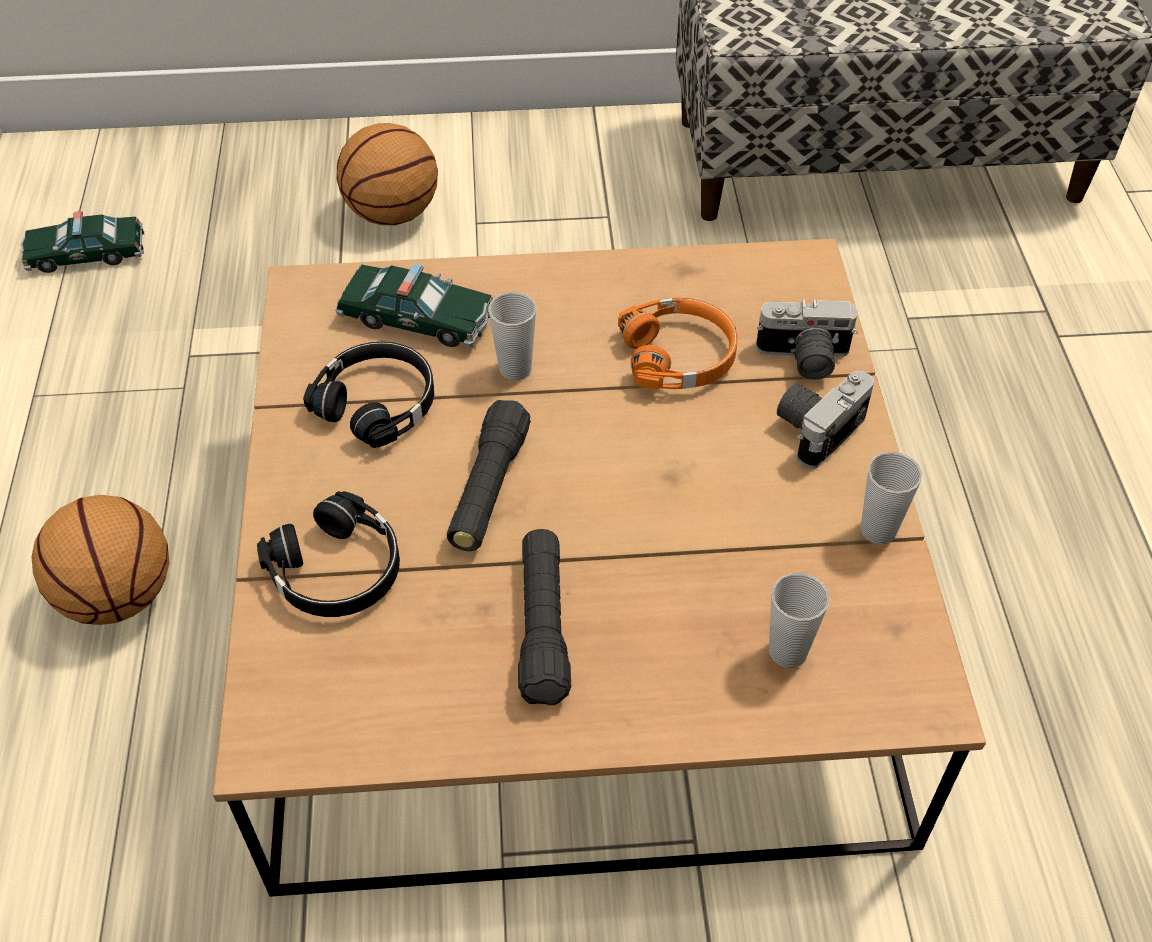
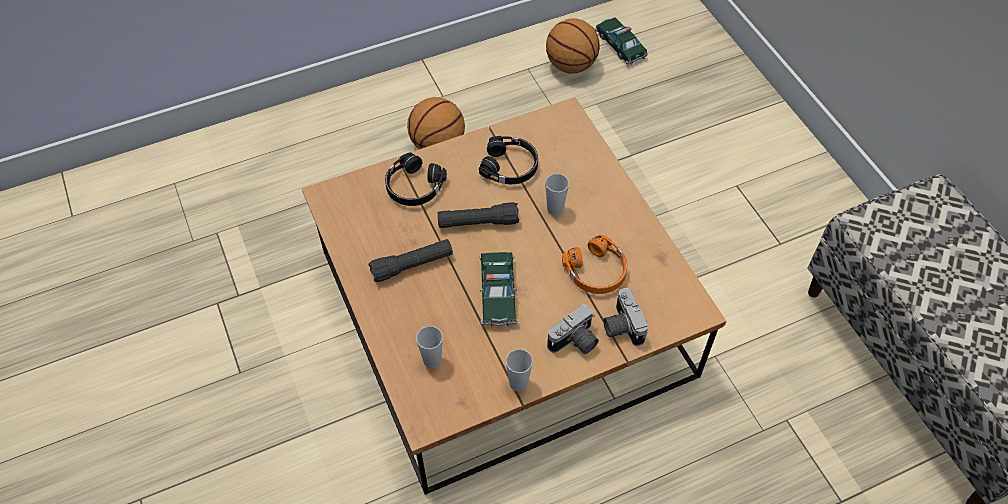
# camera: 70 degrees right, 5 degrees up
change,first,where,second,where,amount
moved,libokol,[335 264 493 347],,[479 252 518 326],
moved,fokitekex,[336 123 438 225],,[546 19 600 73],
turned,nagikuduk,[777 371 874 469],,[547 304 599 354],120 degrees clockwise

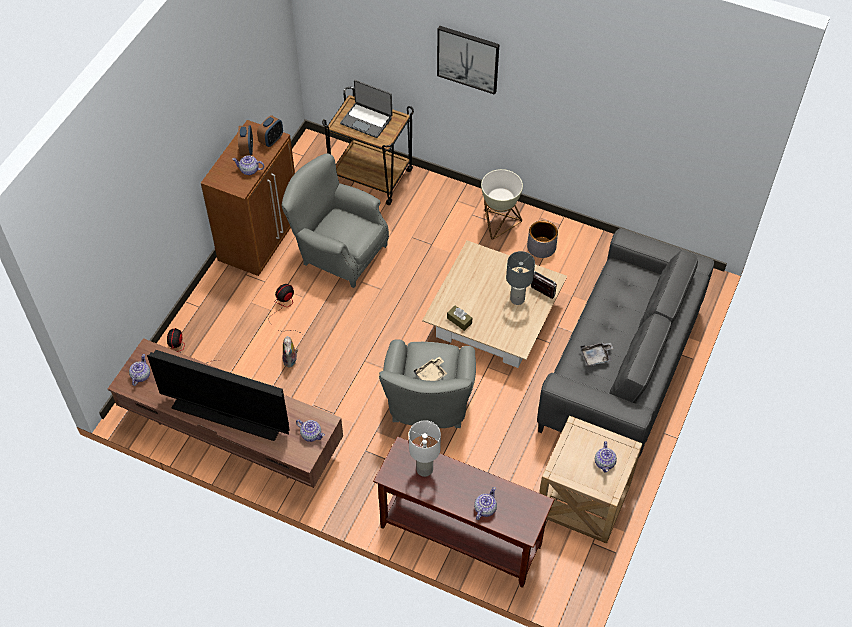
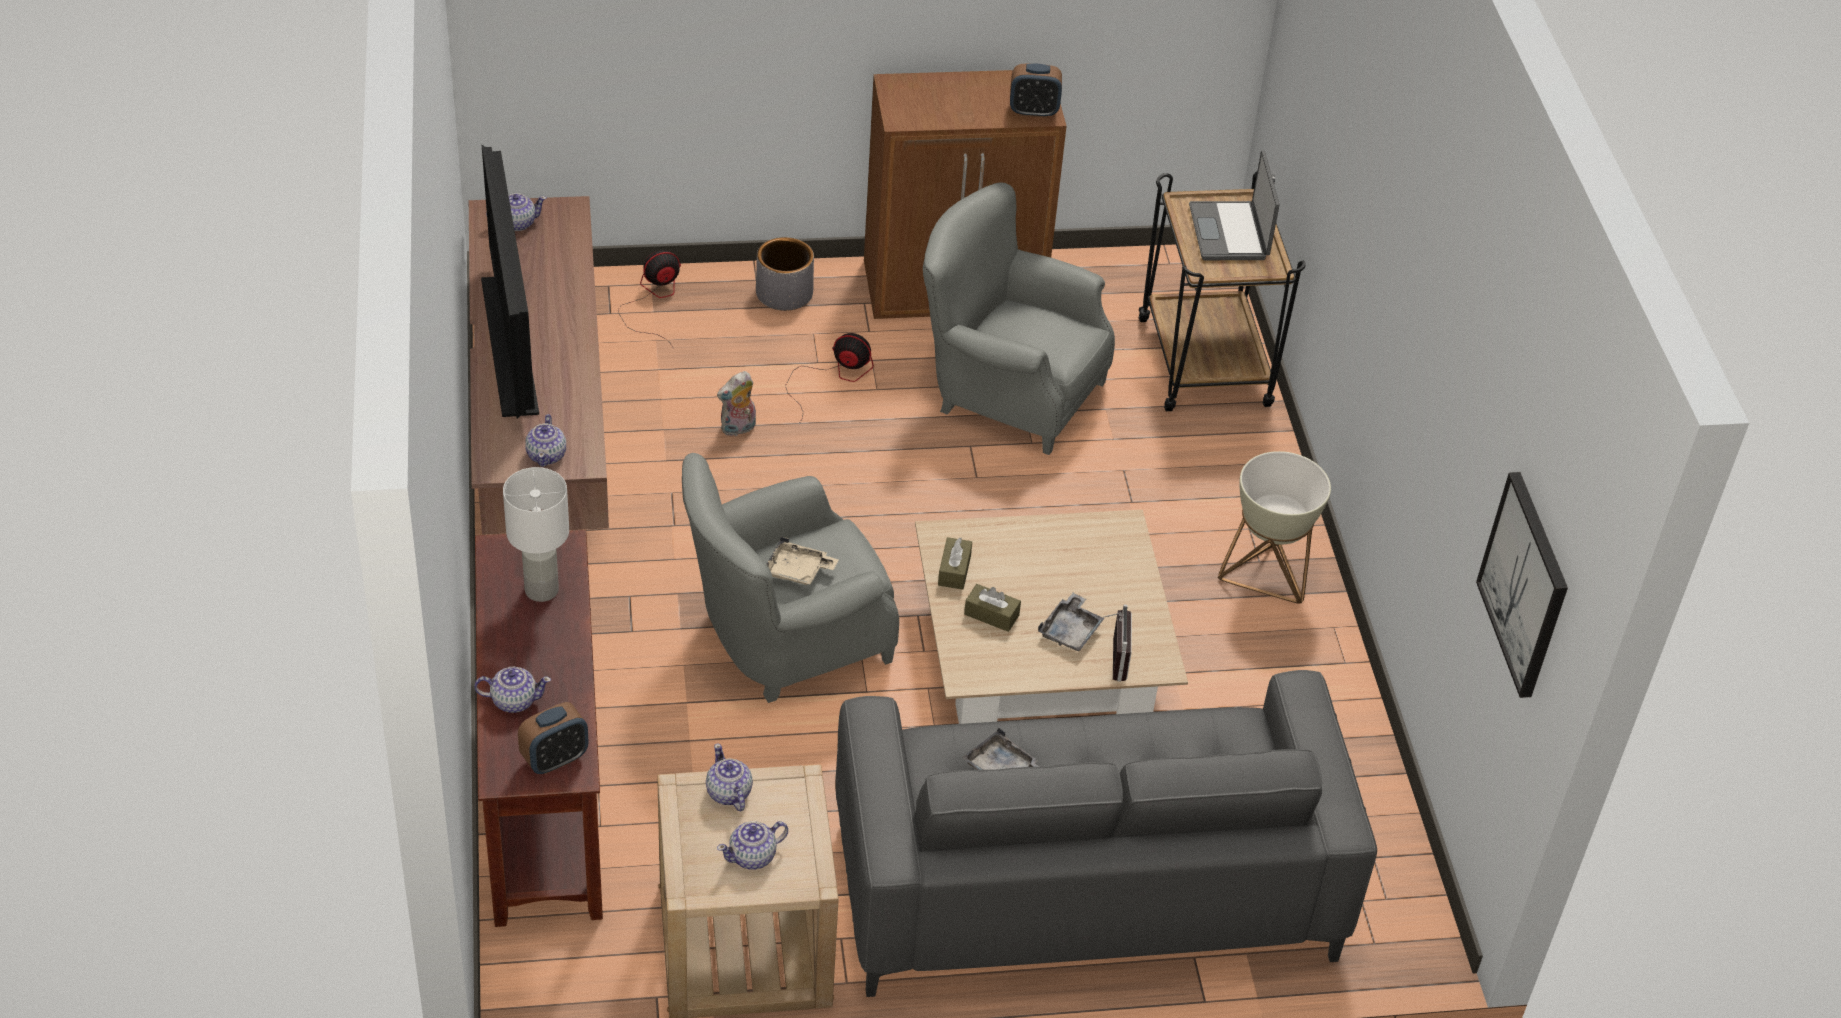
# camera: 55 degrees right, 10 degrees down
change,first,where,second,where,amount
moved,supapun,[232 155 264 175],,[706 744 753 811],
moved,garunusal,[238 125 253 156],,[518 702 589 774],
turned,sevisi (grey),[281 153 389 288],,[923 182 1115 455],60 degrees counterclockwise
moved,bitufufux,[437 26 499 95],,[1476 472 1568 698],
replaced,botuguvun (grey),[506 251 535 305],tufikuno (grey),[1038 593 1105 651],
moved,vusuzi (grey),[527 220 558 258],,[756 237 814 311],
added,,,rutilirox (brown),[964 584 1021 632],

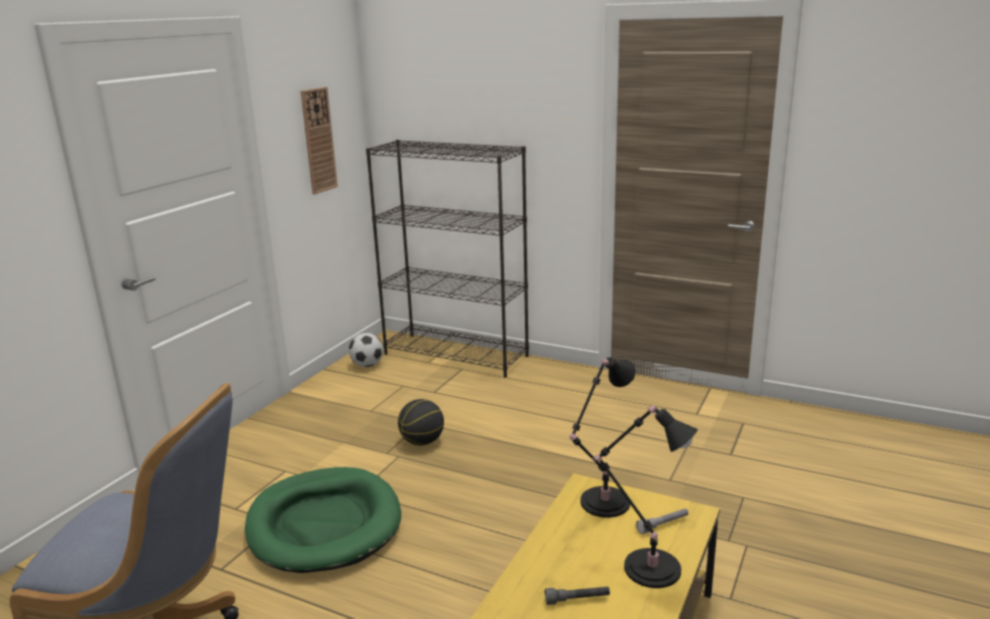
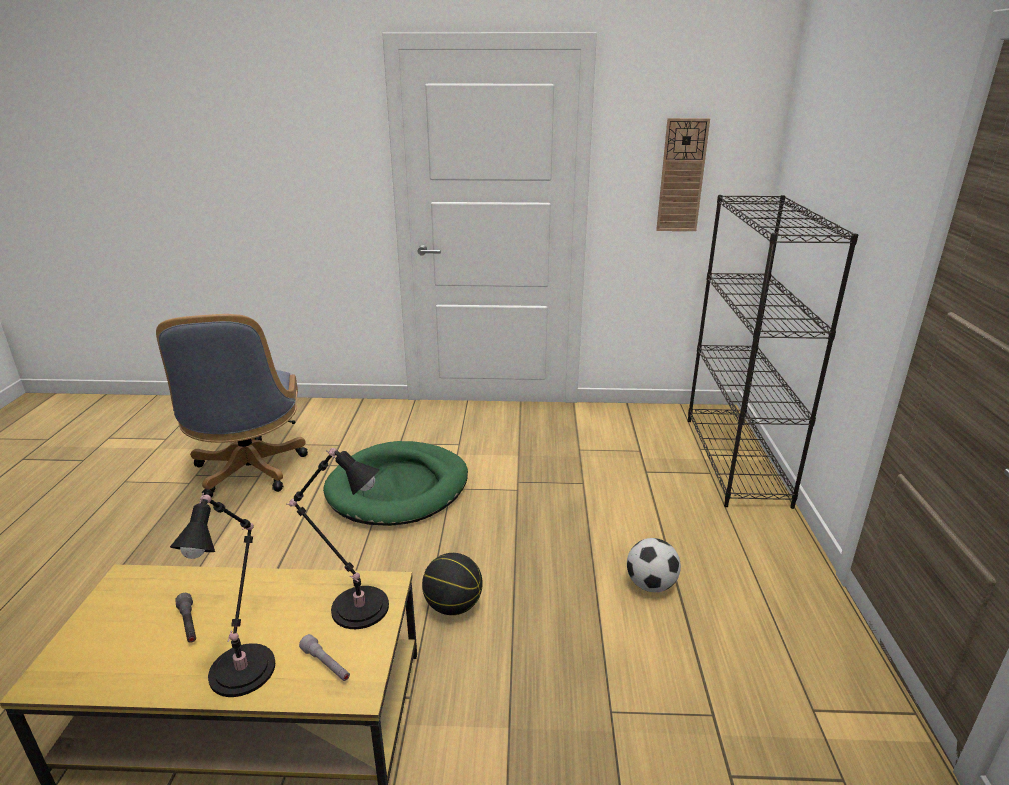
# camera: 65 degrees right, 5 degrees up
change,first,where,second,where,amount
moved,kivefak,[349 333 383 367],,[627 538 681 592],
moved,fokitekex,[398 399 444 446],,[422 553 483 615],

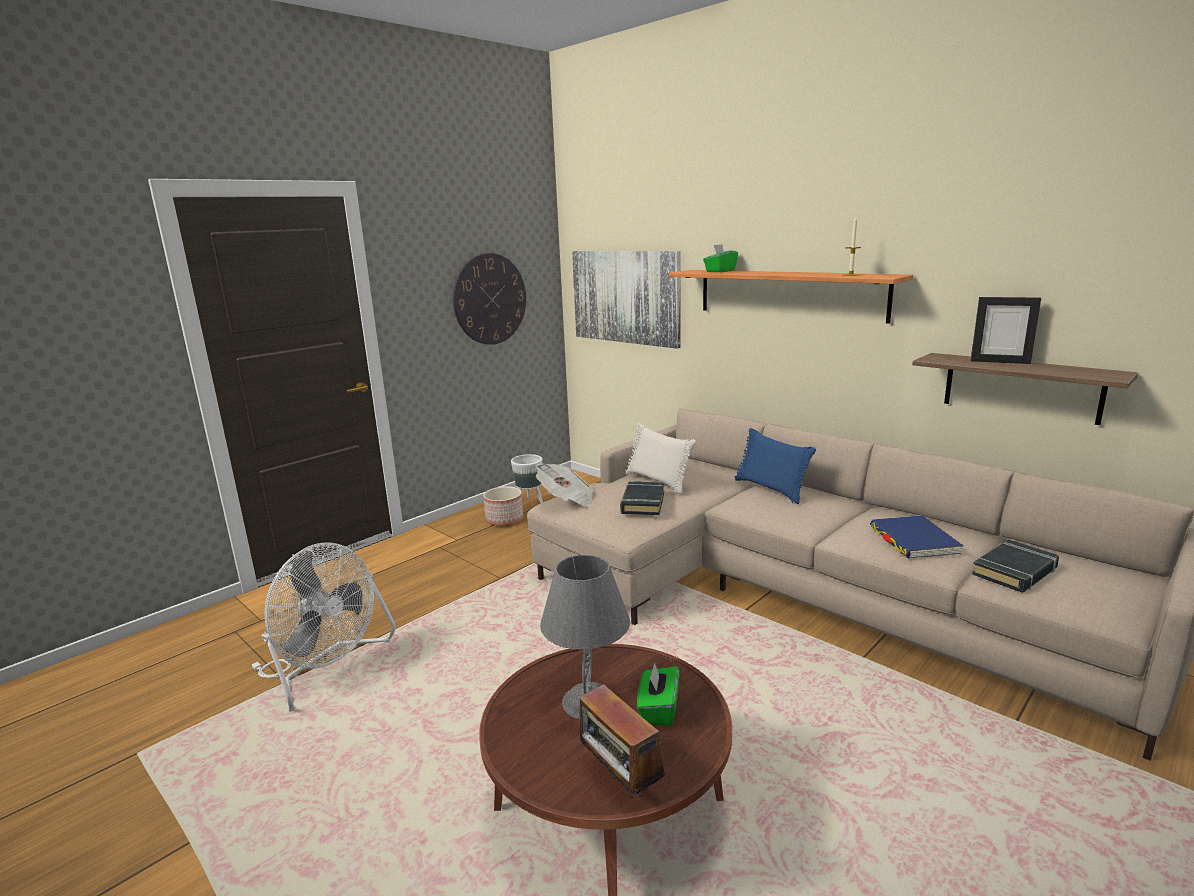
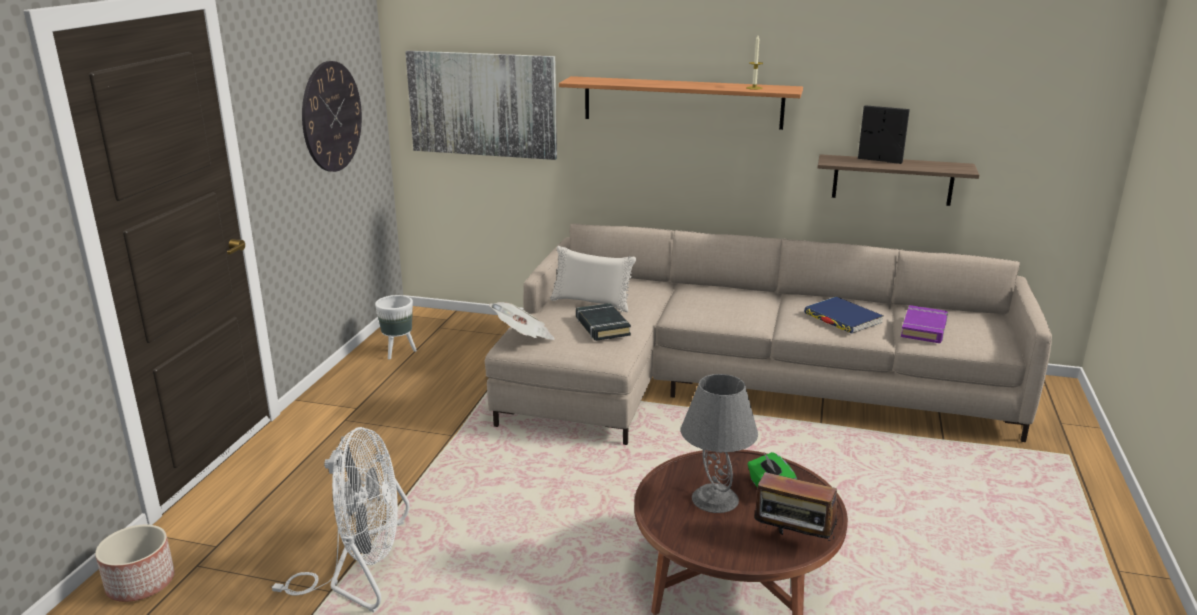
# camera: 30 degrees left, 5 degrees up
change,first,where,second,where,amount
moved,vusuzi,[483 486 523 526],,[95 524 175 602],
removed,rutilirox (green),[703 244 738 272],,,
removed,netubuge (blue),[734 428 816 504],,,
turned,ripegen,[971 297 1041 364],,[858 105 910 164],150 degrees counterclockwise
recoloured,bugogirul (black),[972 540 1059 593],bugogirul (purple),[901 305 948 343],

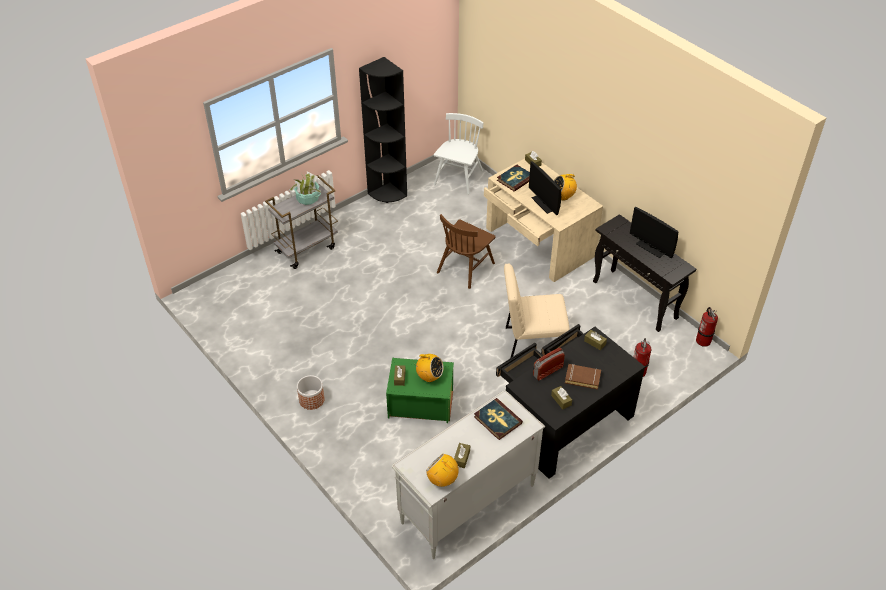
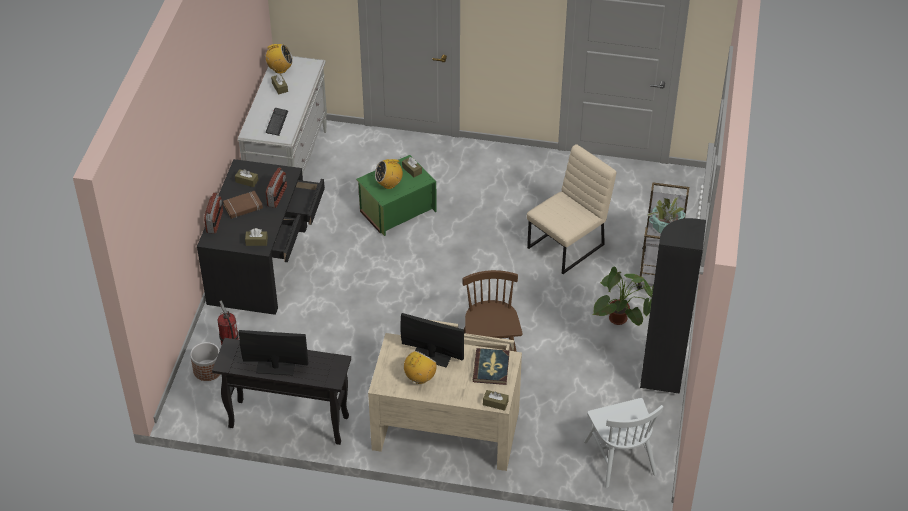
# camera: 140 degrees right, 0 degrees up
change,first,where,second,where,amount
moved,vusuzi,[297 375 325 410],,[190 342 220 381],
replaced,bugogirul,[474 398 523 440],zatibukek,[266 108 288 136],
moved,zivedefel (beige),[504 264 570 358],,[527 144 616 274],
removed,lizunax,[696 307 718 347],,,
added,,,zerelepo,[204 193 223 234],
added,,,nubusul,[592 266 654 326],

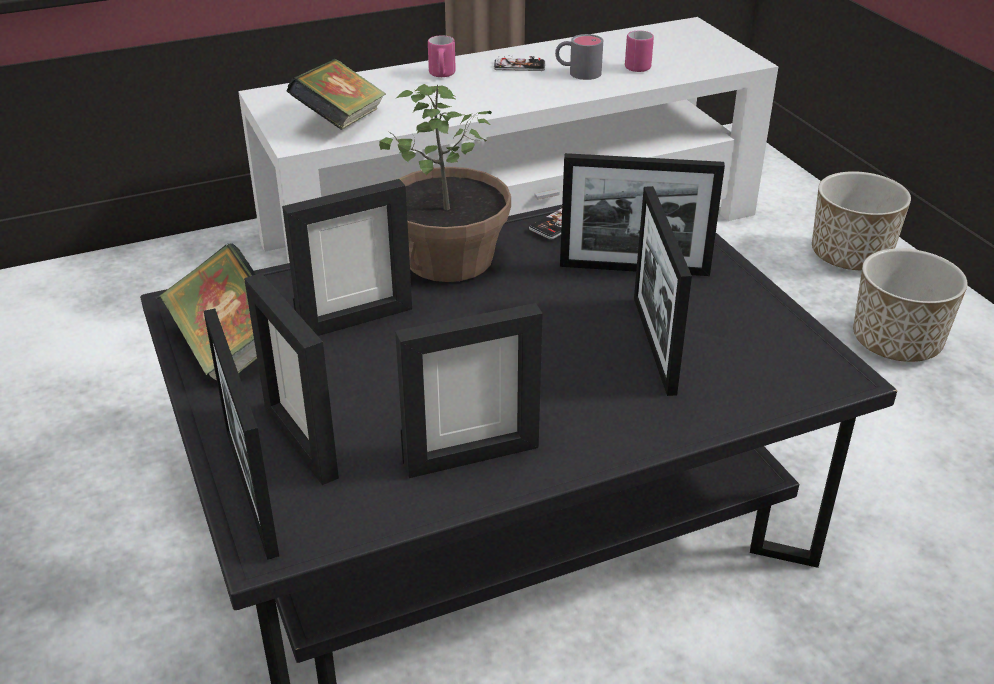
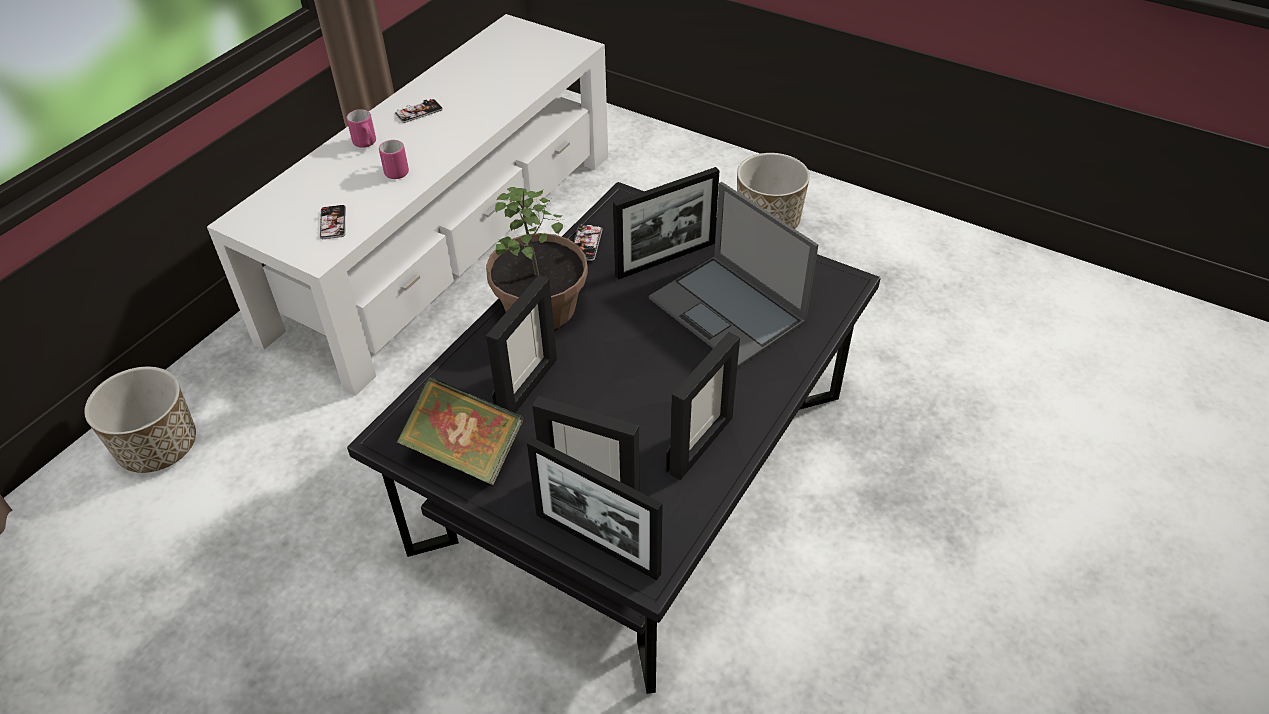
# camera: 35 degrees left, 10 degrees up
change,first,where,second,where,amount
replaced,bugogirul,[287 59 386 130],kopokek,[320 205 346 239],
removed,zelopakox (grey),[555 34 603 80],,,
moved,zelopakox (pink),[625 31 654 72],,[379 140 409 179],
replaced,ripegen,[634 186 692 396],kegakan,[649 182 818 368],
moved,vusuzi,[812 171 911 270],,[84 367 196 473],

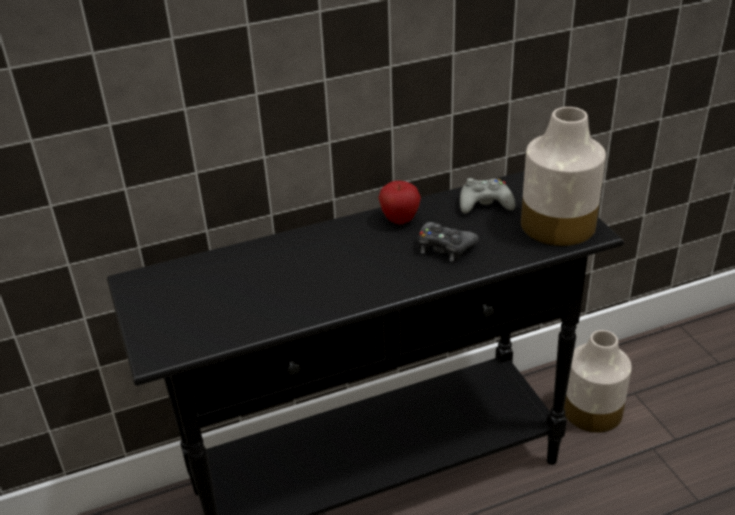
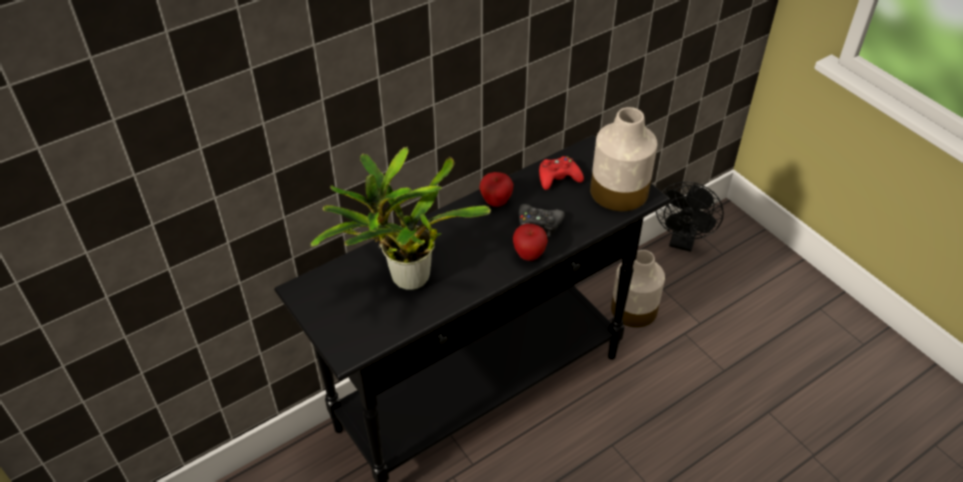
# camera: 15 degrees left, 10 degrees up
change,first,where,second,where,amount
recoloured,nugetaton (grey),[460 178 515 213],nugetaton (red),[539 156 584 190],
added,,,nubusul,[310 147 491 290],
added,,,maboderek,[513 224 548 261],
added,,,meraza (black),[656 182 724 252],

